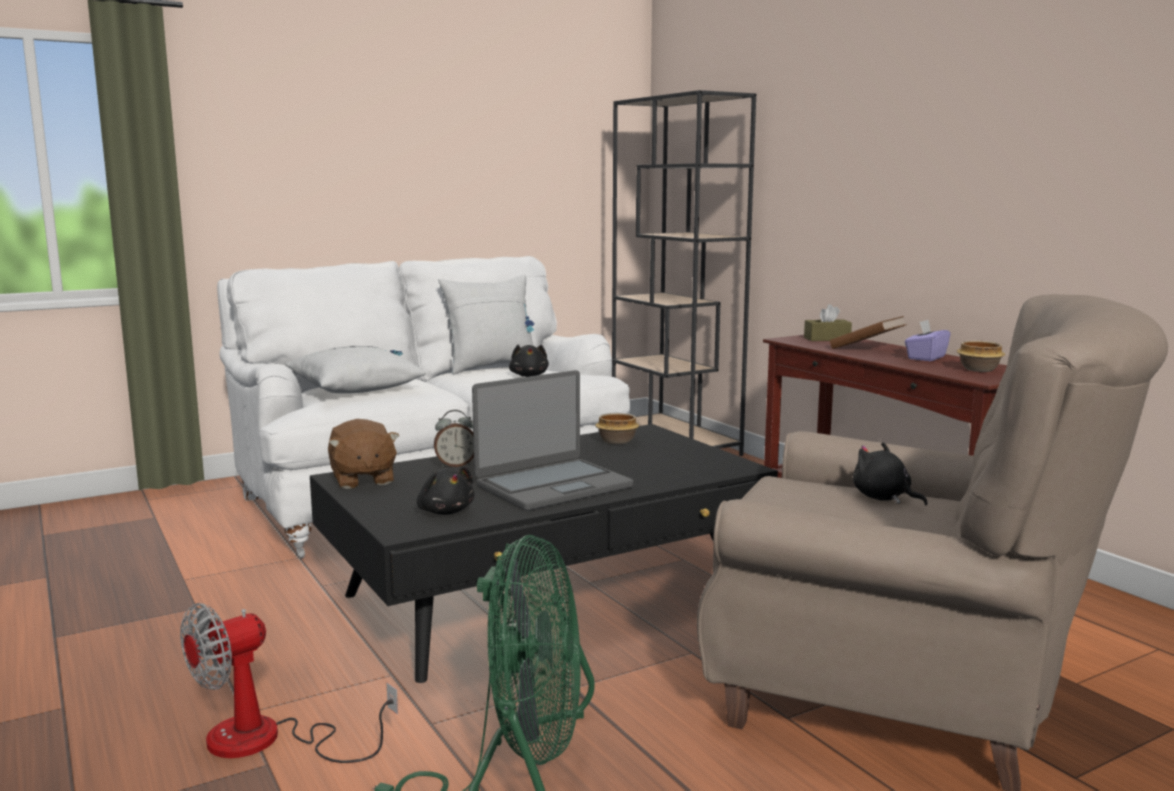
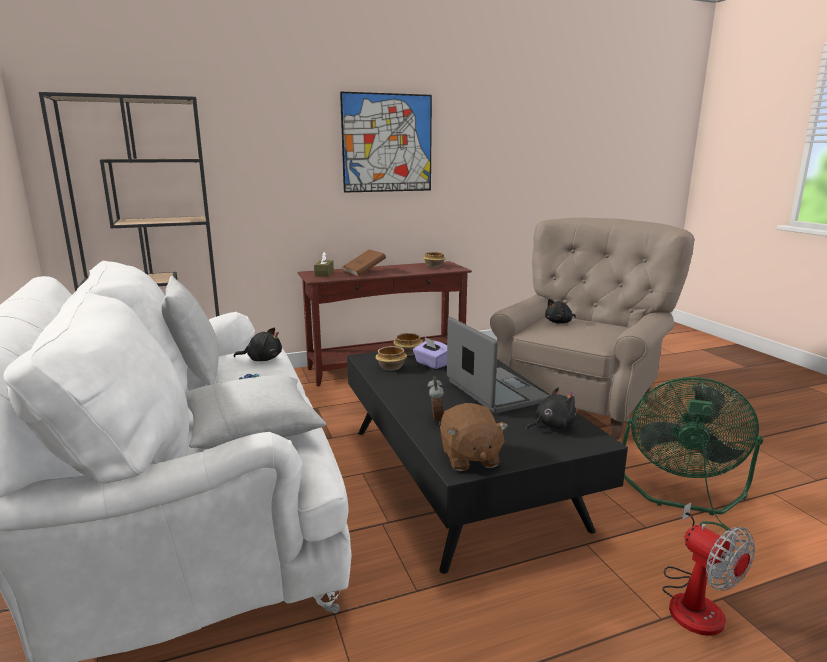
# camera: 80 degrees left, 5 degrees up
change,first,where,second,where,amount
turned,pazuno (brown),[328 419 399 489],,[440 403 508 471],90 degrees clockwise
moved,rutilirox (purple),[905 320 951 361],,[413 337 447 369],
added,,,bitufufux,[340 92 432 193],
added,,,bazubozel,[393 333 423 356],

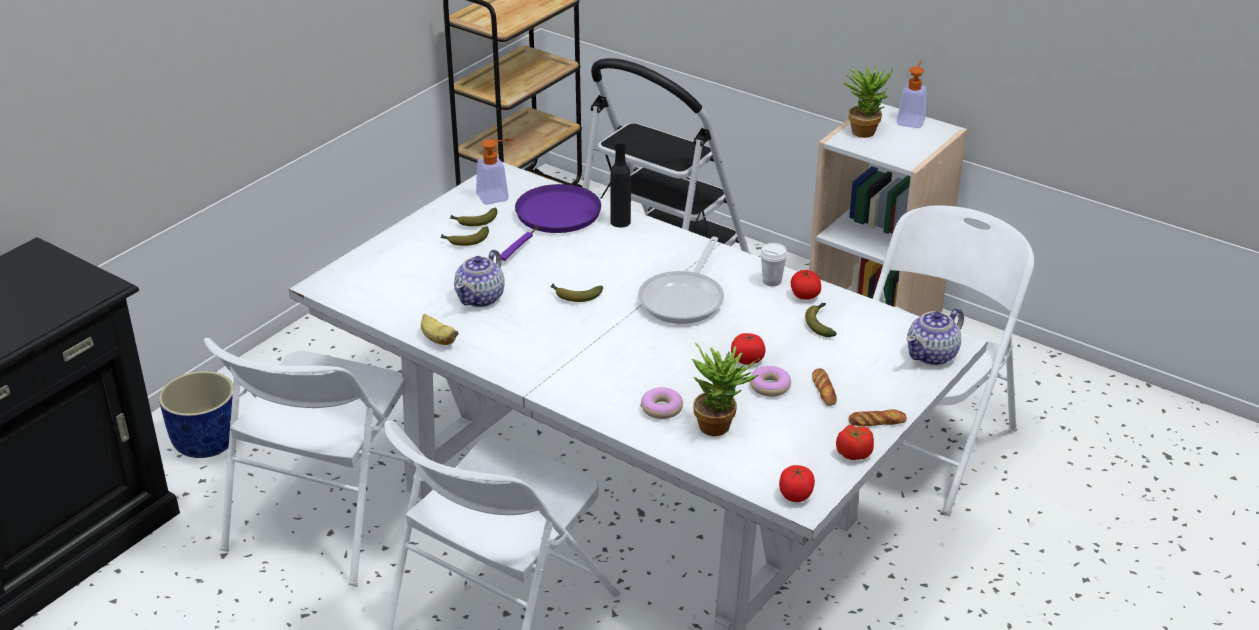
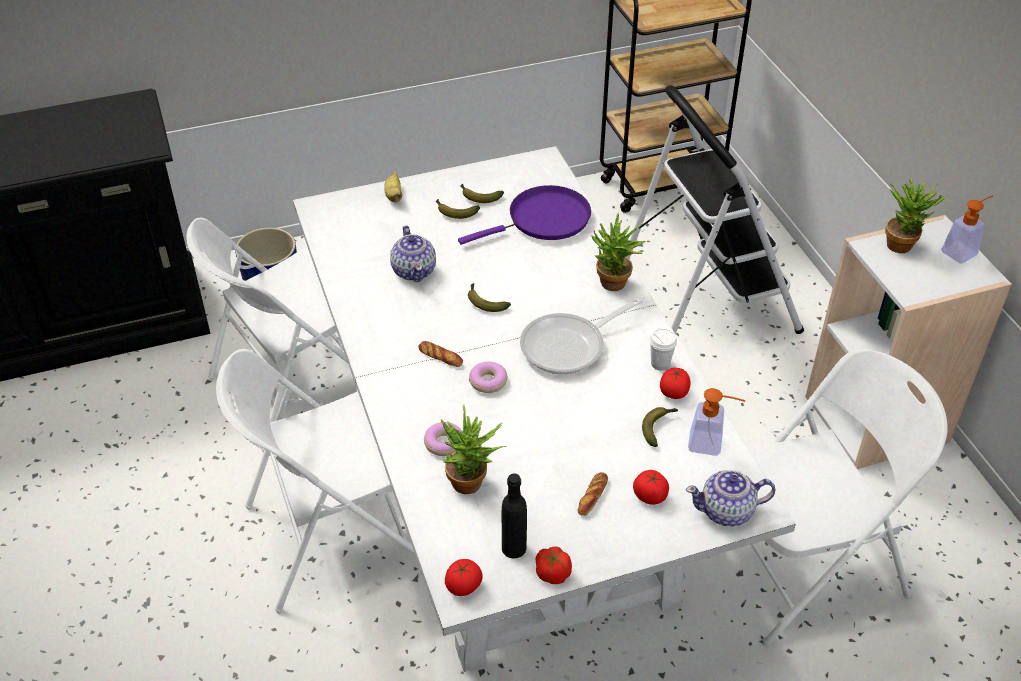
# camera: 35 degrees right, 10 degrees up
change,first,where,second,where,amount
moved,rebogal,[421 314 459 345],,[384 172 403 203],
turned,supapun,[454 249 505 307],,[390 225 436 282],75 degrees counterclockwise
moved,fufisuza,[476 139 515 205],,[688 388 745 456],
moved,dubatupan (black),[610 140 631 228],,[502 473 527 558],
moved,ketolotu,[731 333 766 365],,[633 470 669 505],
moved,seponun,[750 366 791 397],,[469 362 507 393],
moved,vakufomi,[849 410 907 426],,[418 341 463 367],
added,,,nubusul,[591 213 646 291],

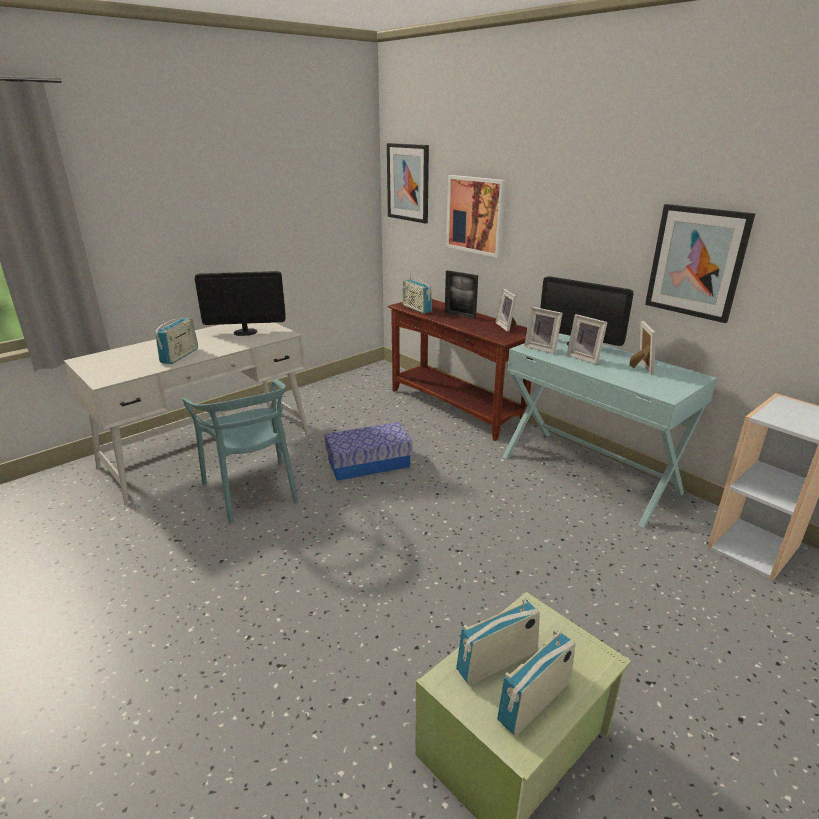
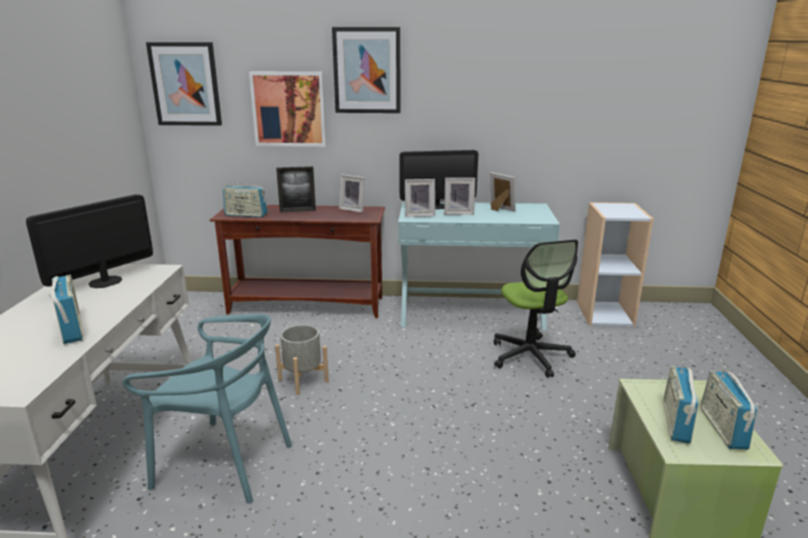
# camera: 45 degrees left, 5 degrees down
change,first,where,second,where,amount
replaced,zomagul,[325 422 412 481],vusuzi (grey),[275 325 329 395],
moved,bitufufux,[645 204 755 323],,[332 27 400 113],
added,,,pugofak,[494 239 578 378],

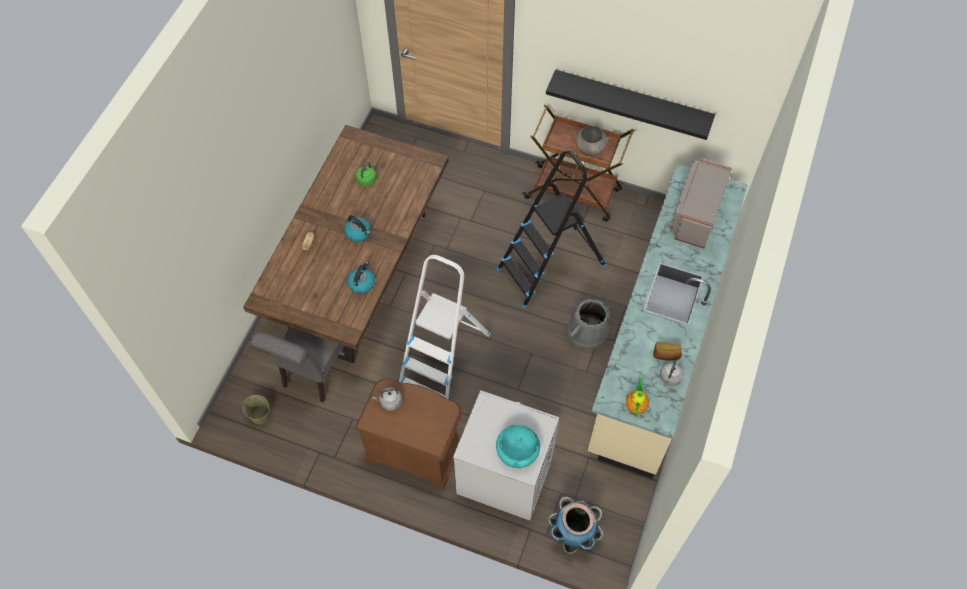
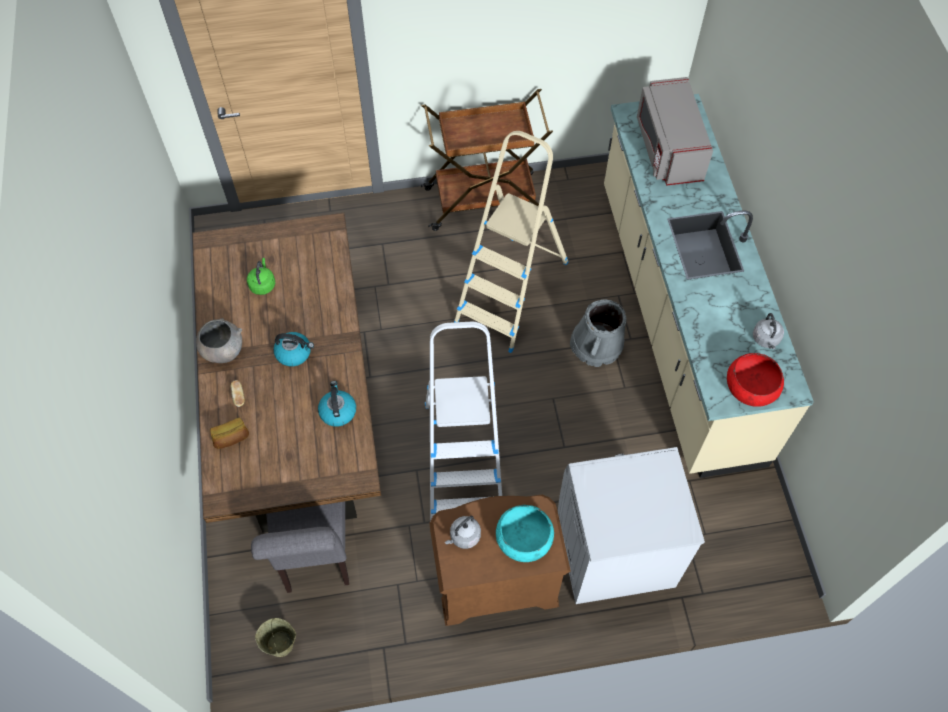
# camera: 30 degrees left, 0 degrees up
change,first,where,second,where,amount
moved,bazubozel (turquoise),[496 425 540 468],,[496 505 554 562],
recoloured,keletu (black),[497 151 606 308],keletu (beige),[454 131 569 353],
removed,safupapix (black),[546 69 715 140],,,
removed,vusuzi,[548 497 603 554],,,
moved,bazubozel (grey),[576 125 609 156],,[196 318 242 363],
replaced,supapun,[626 377 649 417],bazubozel (red),[727 353 784 407],
moved,vakufomi,[653 342 682 361],,[210 418 249 449],

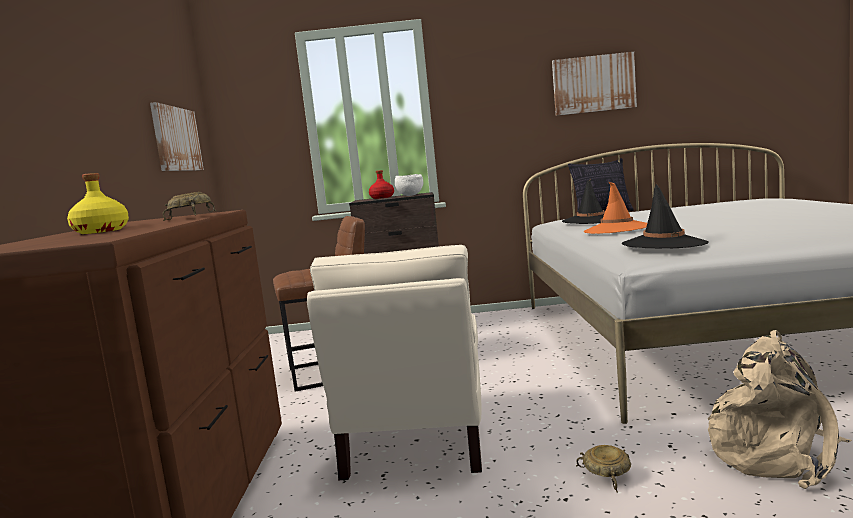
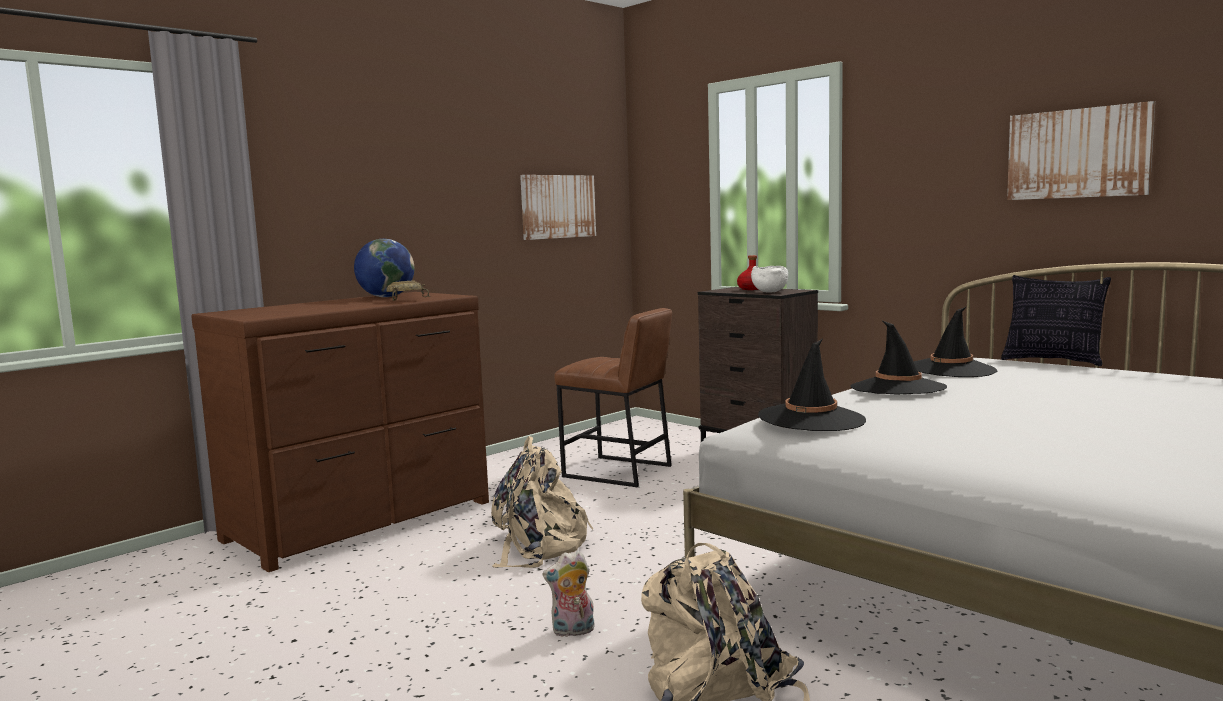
# camera: 45 degrees right, 0 degrees up
change,first,where,second,where,amount
removed,dubatupan (yellow),[67 173 129 234],,,
replaced,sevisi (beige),[307 245 482 480],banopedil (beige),[491 436 593 568],
replaced,bazubozel (beige),[576 445 631 492],pazuno,[542 550 595 637],
recoloured,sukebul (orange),[584 182 647 234],sukebul (black),[850 321 947 395],
added,,,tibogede,[354 239 414 297],

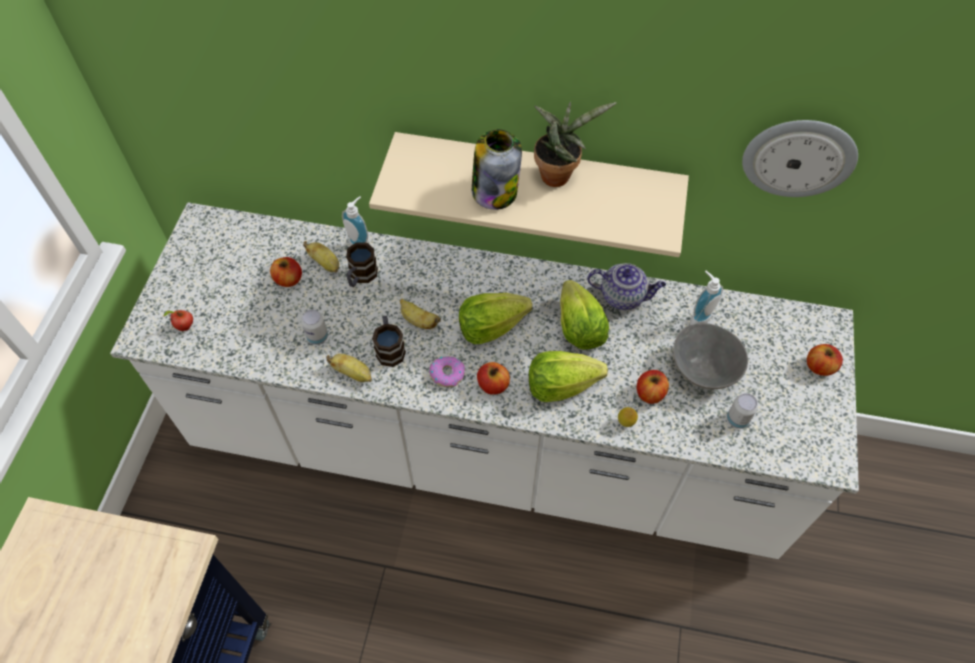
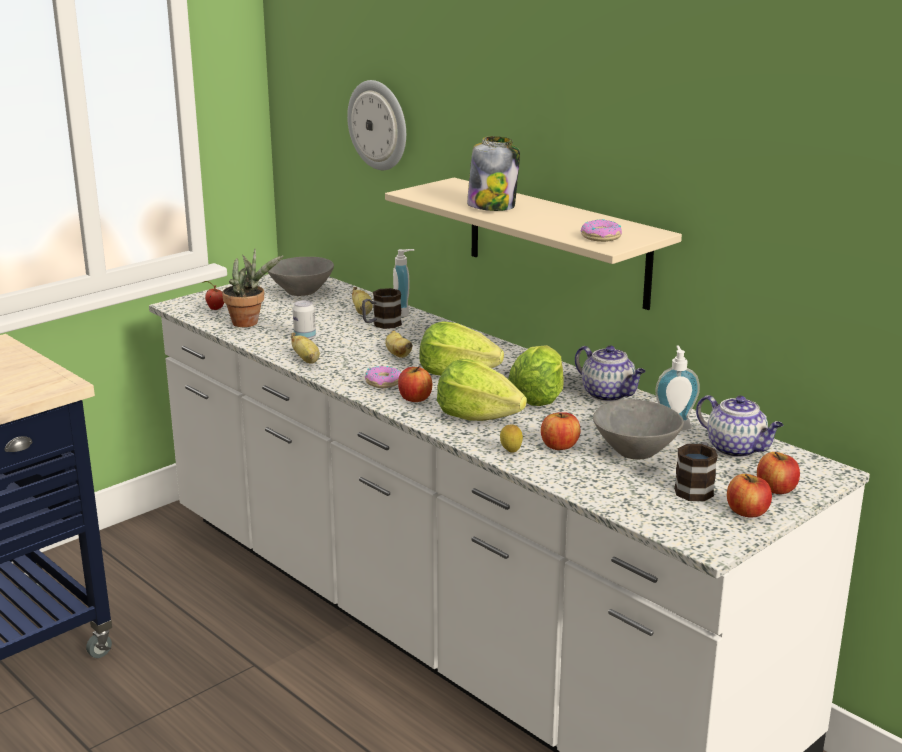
# camera: 35 degrees right, 35 degrees down
change,first,where,second,where,amount
moved,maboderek,[270 257 302 287],,[727 474 772 518],
moved,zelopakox,[372 316 406 367],,[674 442 718 501],
moved,nubusul,[534 101 616 187],,[222 249 283 327],
removed,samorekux,[727 393 758 429],,,
moved,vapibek,[742 120 858 197],,[347 80 406 170],
added,,,bazubozel (grey),[268 257 334 296],
added,,,seponun,[581 219 622 242],
added,,,supapun,[696 395 784 458],

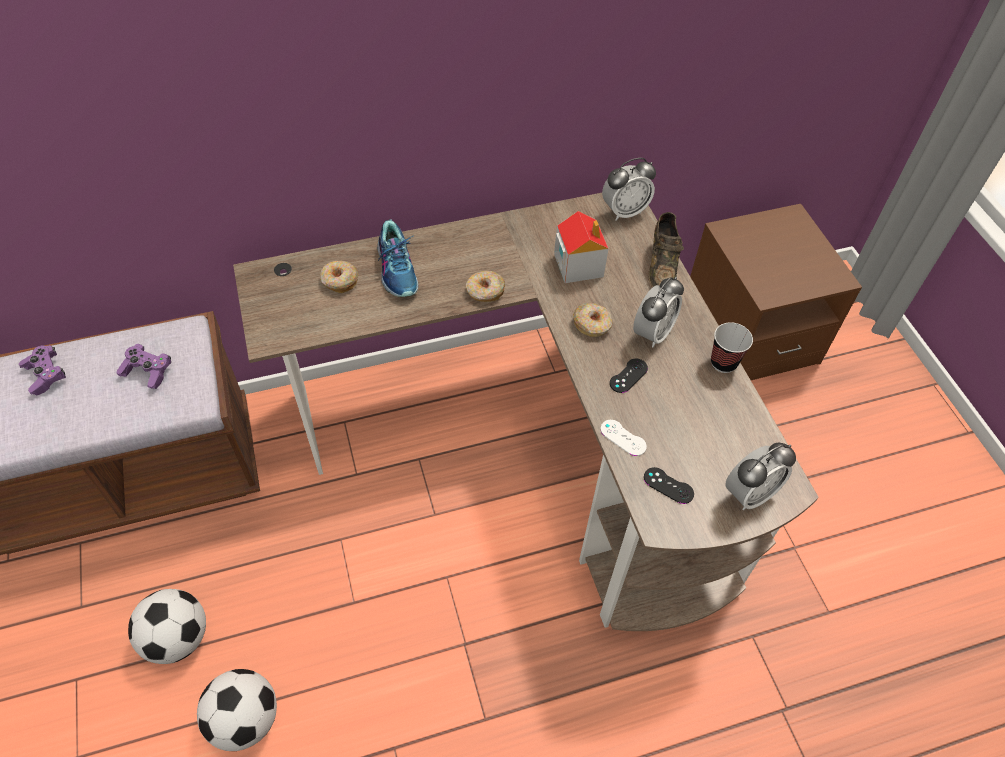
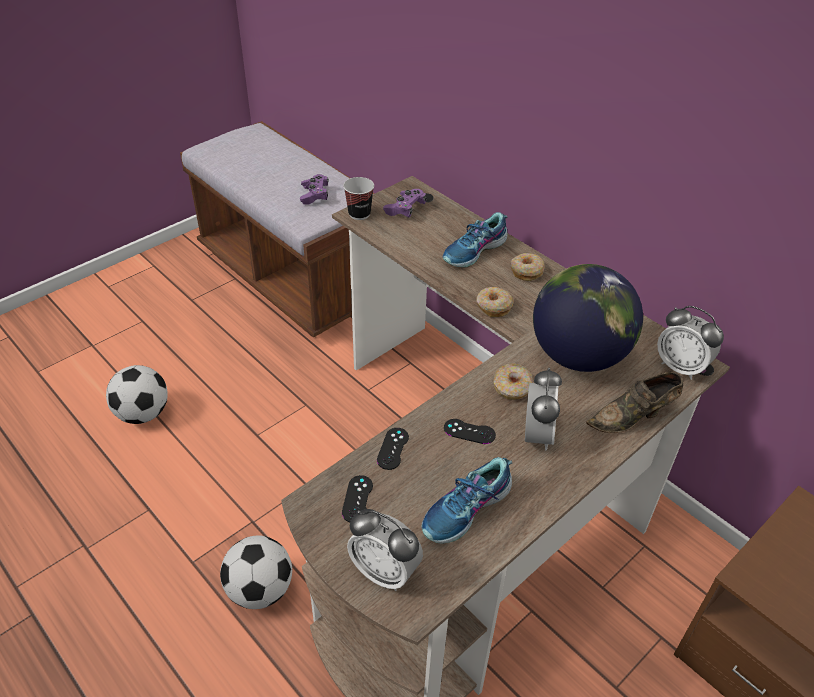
# camera: 65 degrees right, 10 degrees down
change,first,where,second,where,amount
moved,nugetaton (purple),[19 345 66 396],,[383 189 427 218],
moved,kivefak,[128 589 206 664],,[220 536 292 609],
moved,seponun,[320 261 358 293],,[511 253 544 281],
replaced,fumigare,[554 211 609 283],tibogede,[533 264 643 372],
recoloured,nugetaton (white),[601 420 647 456],nugetaton (black),[377 428 409 470],
turned,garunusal,[633 277 684 348],,[525 368 562 450],90 degrees counterclockwise
moved,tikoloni,[711 322 753 373],,[343 177 374 220],
added,,,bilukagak,[422 457 512 544],

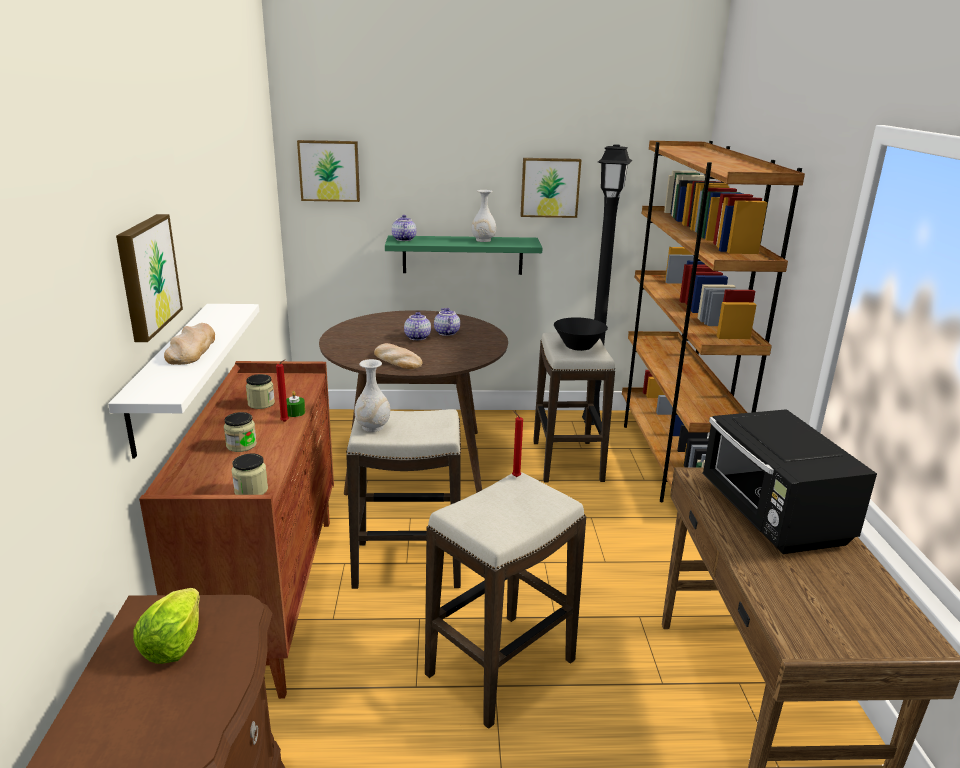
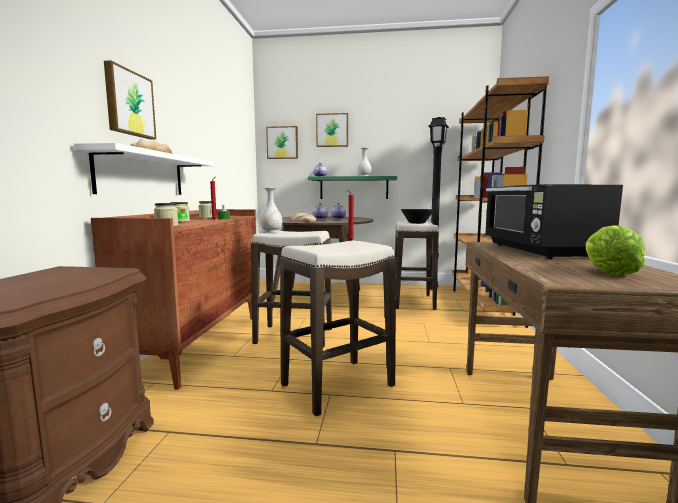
# camera: 10 degrees right, 15 degrees down
change,first,where,second,where,amount
moved,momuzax,[133 588 200 664],,[586 225 645 275],
moved,bitufufux,[520 158 581 218],,[316 113 348 147],

